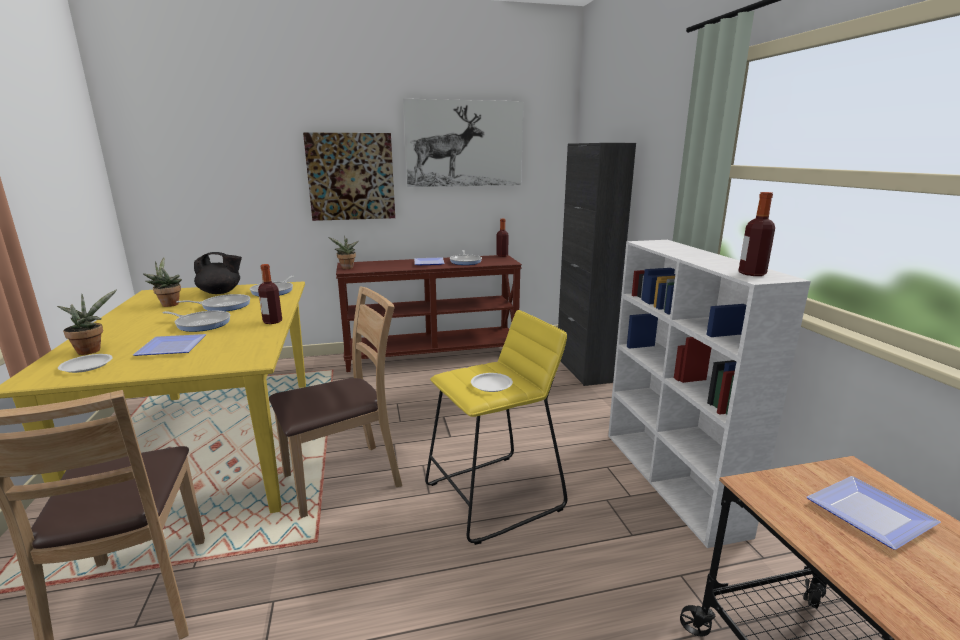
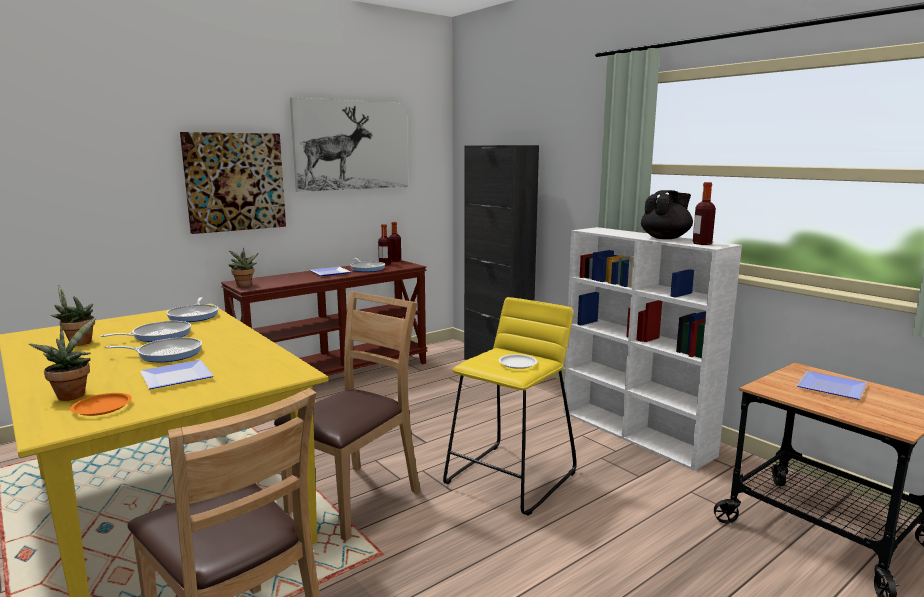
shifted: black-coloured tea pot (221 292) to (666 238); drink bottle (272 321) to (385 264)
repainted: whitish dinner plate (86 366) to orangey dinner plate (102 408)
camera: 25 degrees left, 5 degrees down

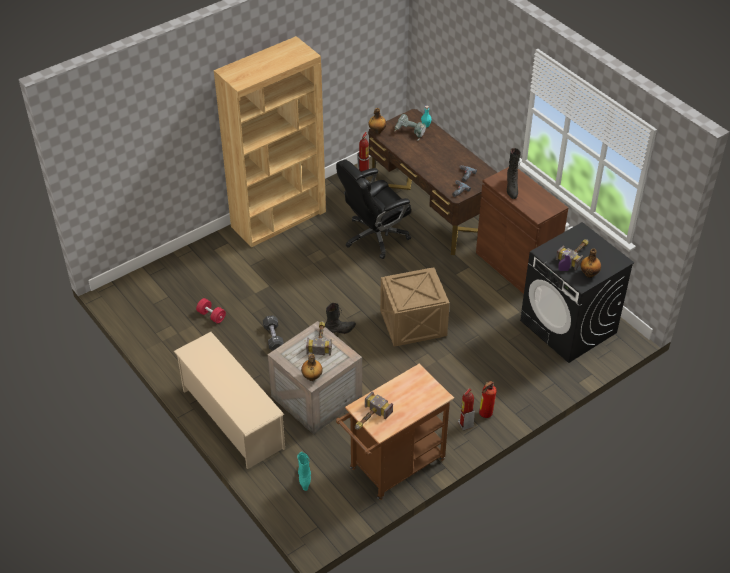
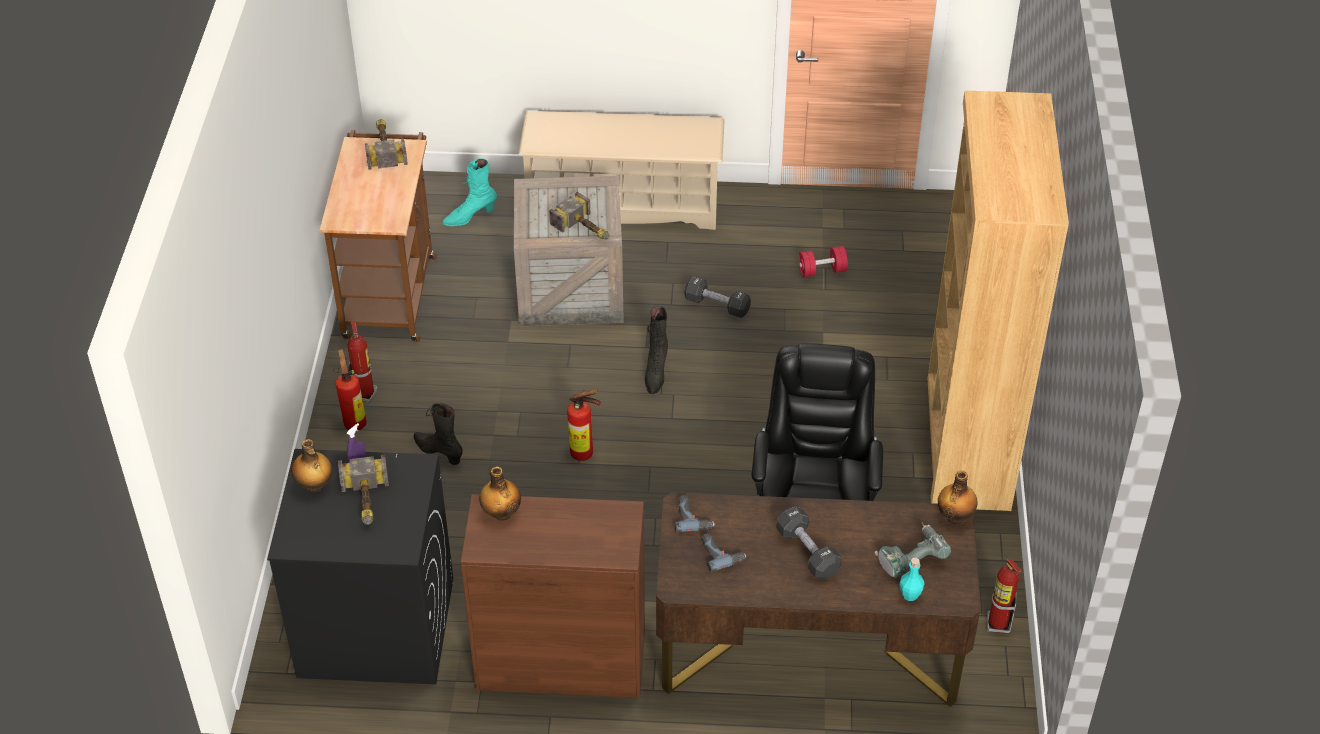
new: black-coloured dumbbell (807 552)
shifted: drink bottle (312 377) to (501 513); black-coloured high-top boot (511 188) to (438 452)
swapped: shipping crate (412 324) to extinguisher (585 454)
rotated: turquoise-coloured high-top boot (304 477) = (469 217) 120 degrees clockwise
camera: 130 degrees right, 0 degrees up

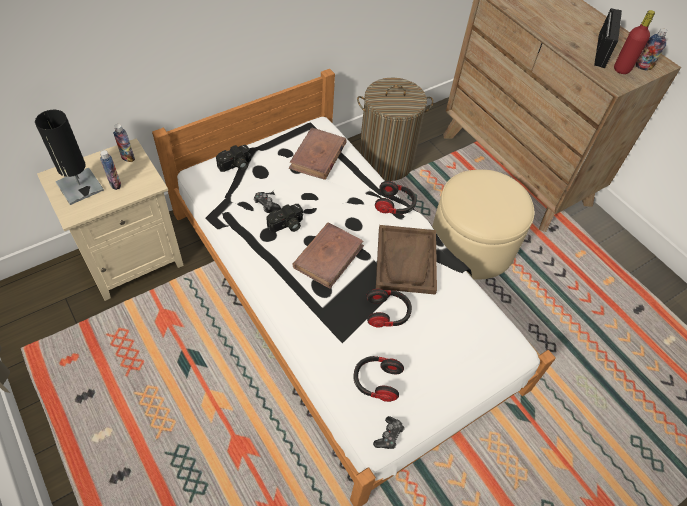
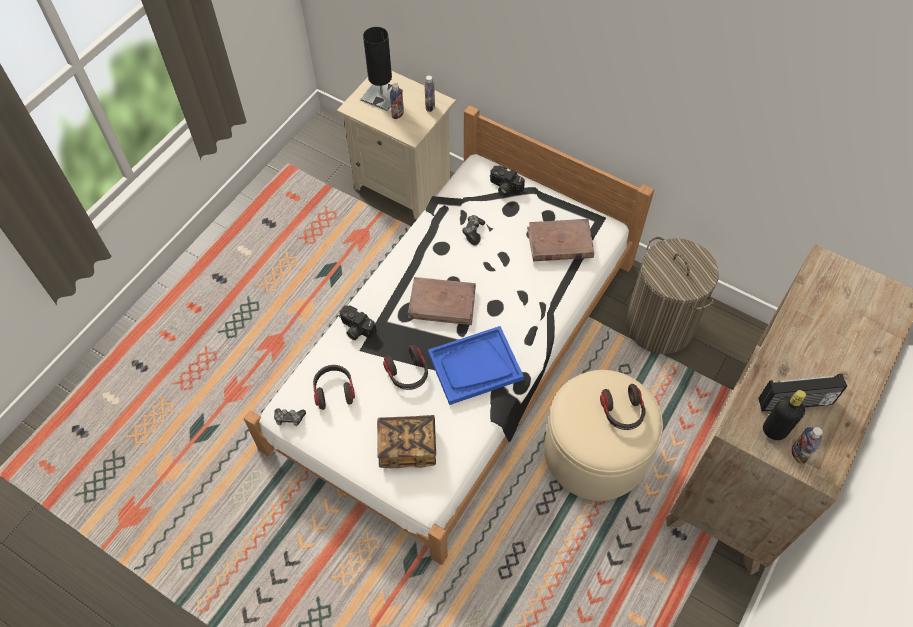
new: book (407 446)
shifted: still camera (286 226) to (356 329); headphones (395 205) to (622 412)
repainted: brownish carrying tray (406 261) to blue-coloured carrying tray (475 366); reddish drink bottle (621 69) to black-coloured drink bottle (774 430)
camera: 70 degrees right, 5 degrees up

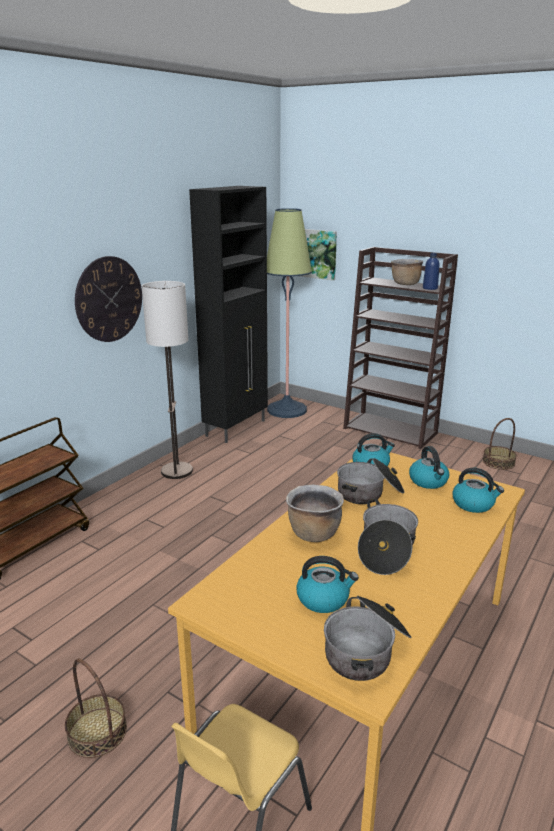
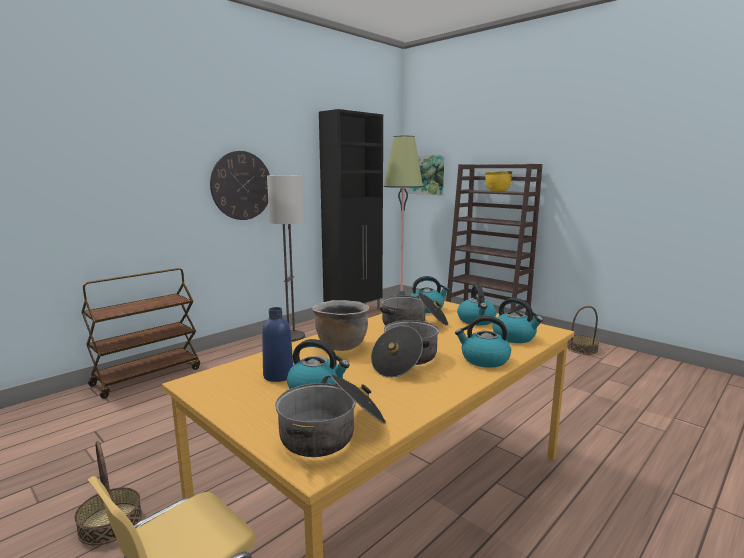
new: tea kettle (484 360)
shifted: blue-coloured drink bottle (430 288) to (278 375)
repainted: brownish cooking pot (405 284) to yellow-coloured cooking pot (497 191)
camera: 10 degrees right, 10 degrees down

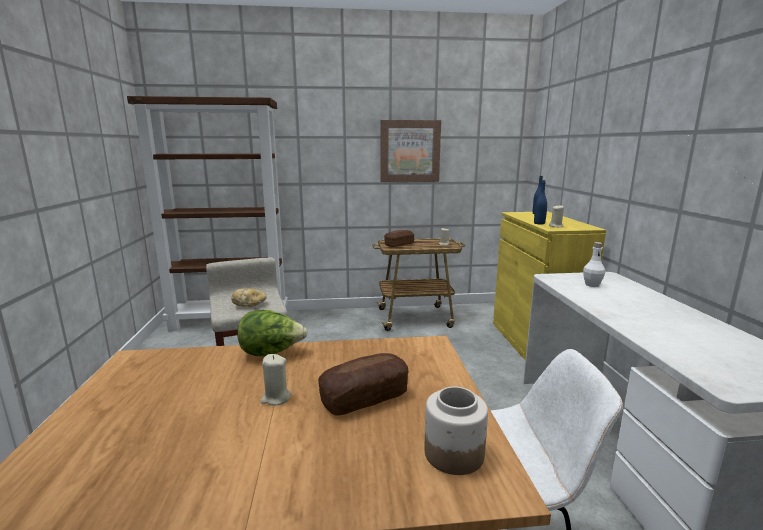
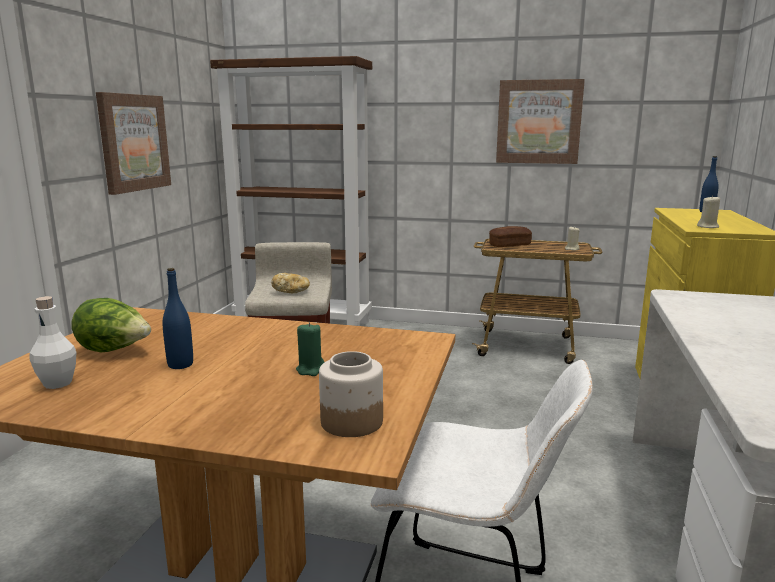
gone: sand-coloured wax light (276 398)
new: wall picture (133 142)
shifted: lettuce head (271 353) to (115 351); blue-coloured drink bottle (539 223) to (180 365); whitish drink bottle (592 285) to (57 383)
swapped: bread (364 398) to green-coloured wax light (311 370)
camera: 20 degrees right, 0 degrees up

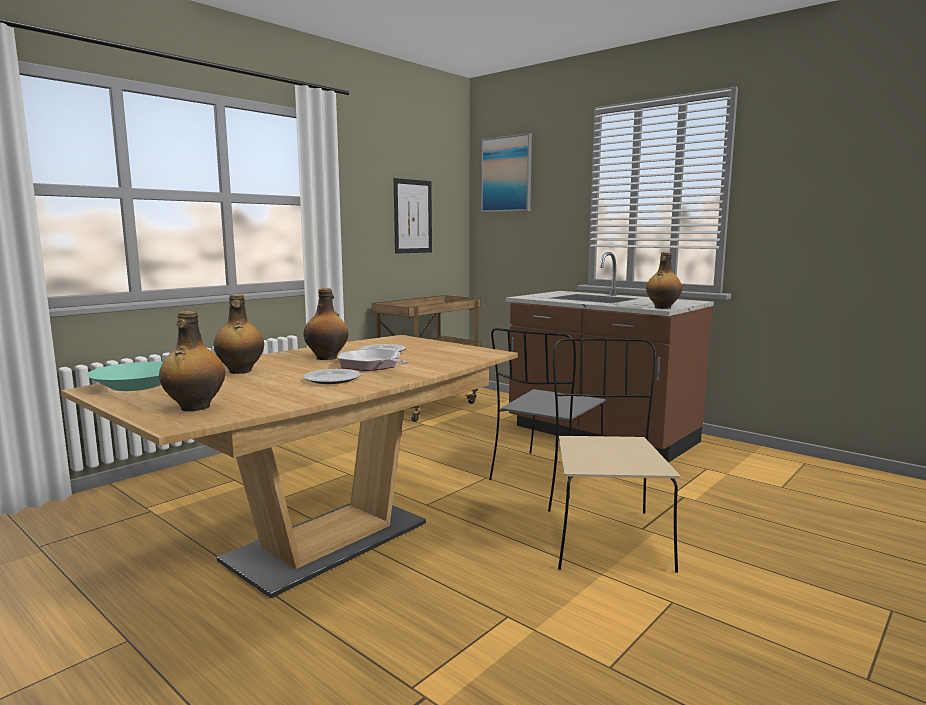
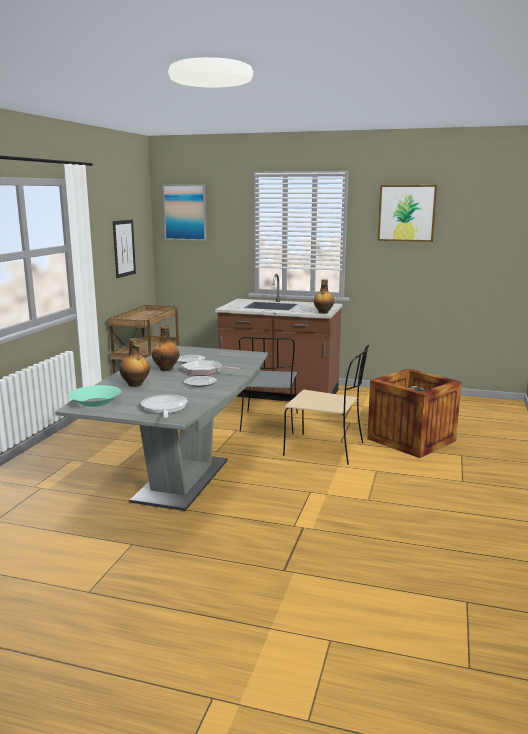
new: shipping crate (411 440); wall picture (406 213)
swapped: drink bottle (194 407) to pan (164 409)
repainted: brownish kitchen table (327 542) to gray kitchen table (182 480)
rotated: sand-coloured upright chair (605 537) = (326 449) 135 degrees clockwise
camera: 25 degrees left, 5 degrees up

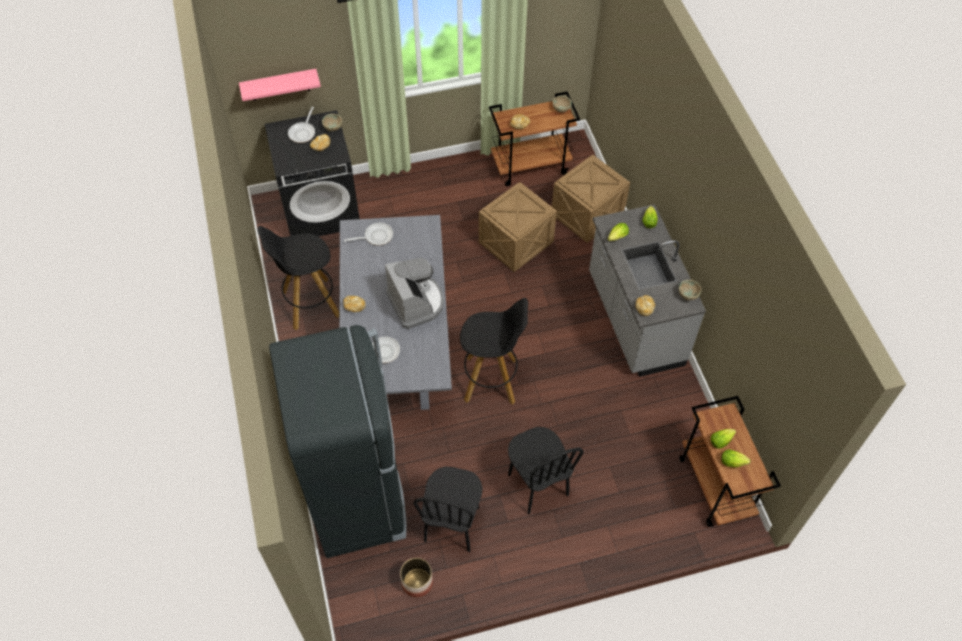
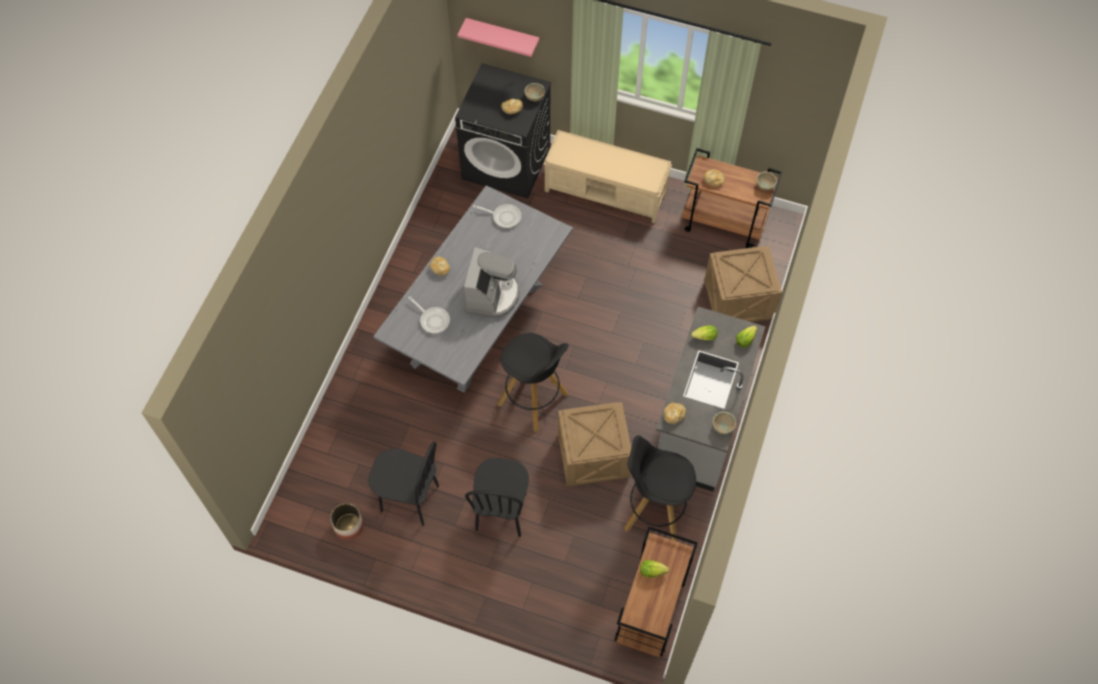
gone: black-coloured kitchen fridge (358 498); pan (303 132); lettuce head (734 462)
new: sand-coloured long seat (606 192)
shifted: black-coloured sitting stool (309 304) to (654 510); shipping crate (515 243) to (592 456)
rotated: black-coloured upright chair (452 524) = (409 499) 120 degrees counterclockwise
camera: 35 degrees right, 5 degrees up

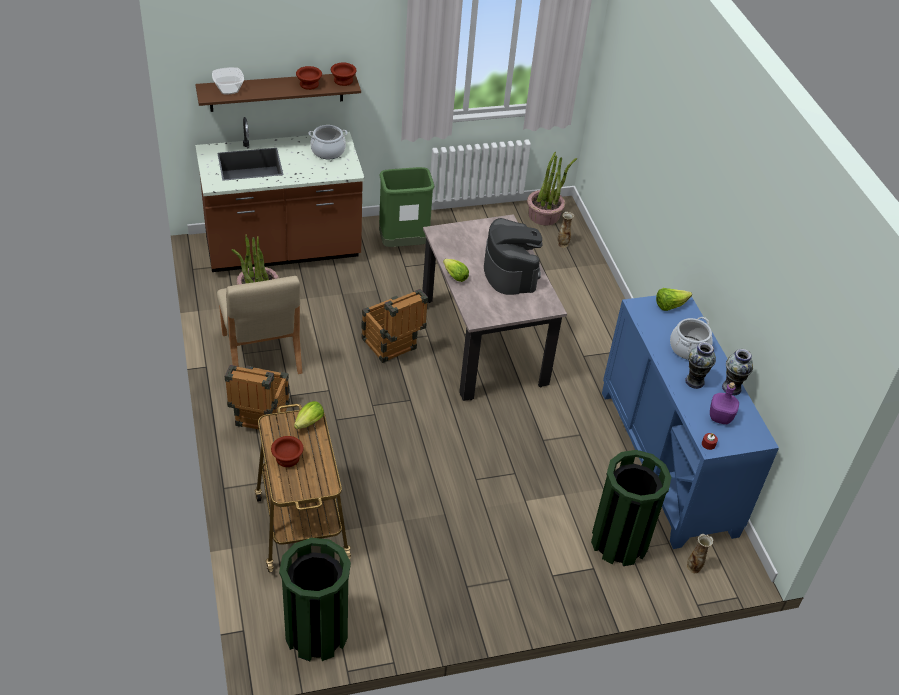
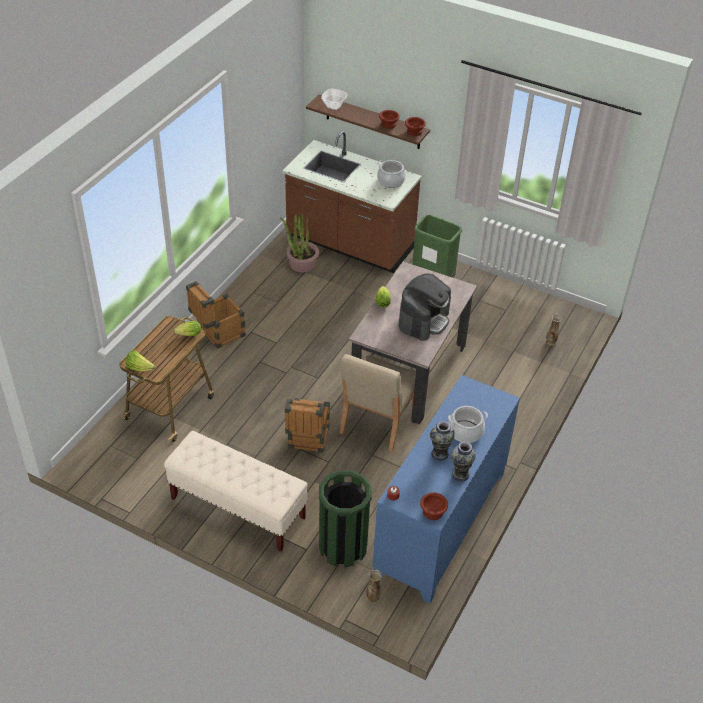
gone: green-coloured trash can (316 633); plant in a pot (544 215); purple drink bottle (719 417)
new: sand-coloured long seat (237 508)
shifted: sand-coloured upright chair (261 354) to (377 421); brownish deep dish (288 457) to (433 511); shipping crate (392 348) to (307 441); lettuce head (670 305) to (140 368)
camera: 45 degrees right, 0 degrees up

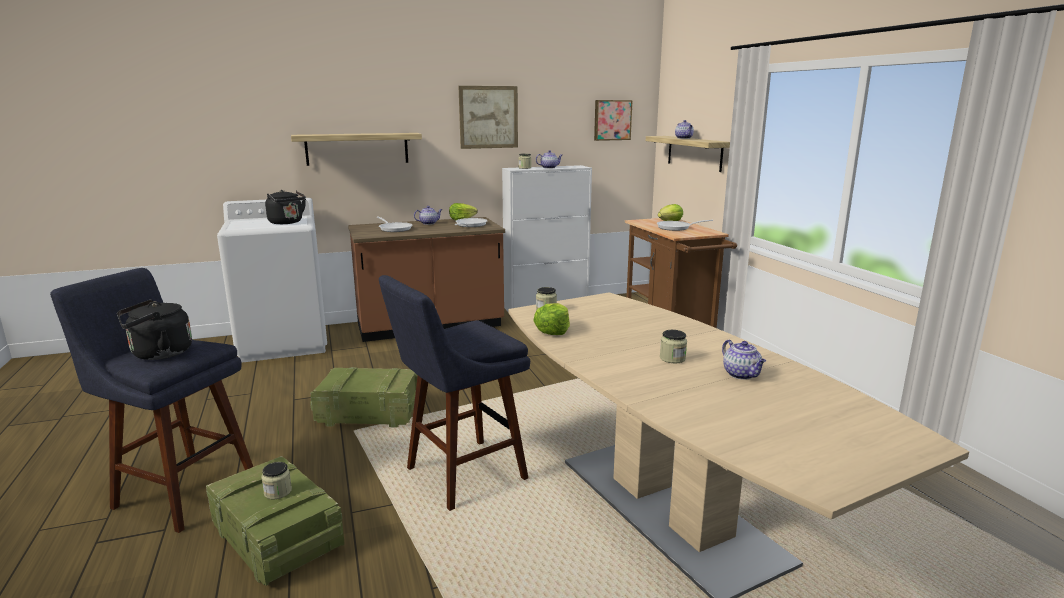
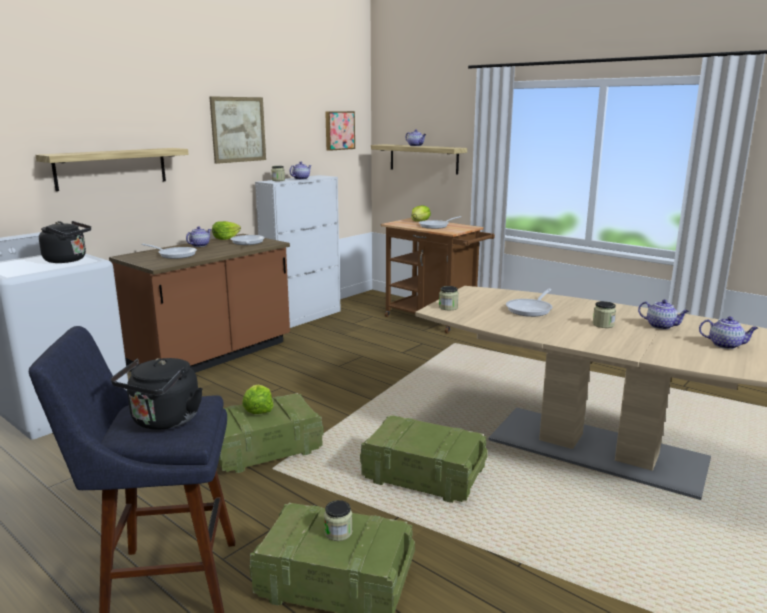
new: pan (531 309); tea pot (725 345)
shifted: lettuce head (553 331) to (258 409)
swapped: blue-coloured sitting stool (459 476) to shipping crate (421 476)
camera: 30 degrees left, 0 degrees up

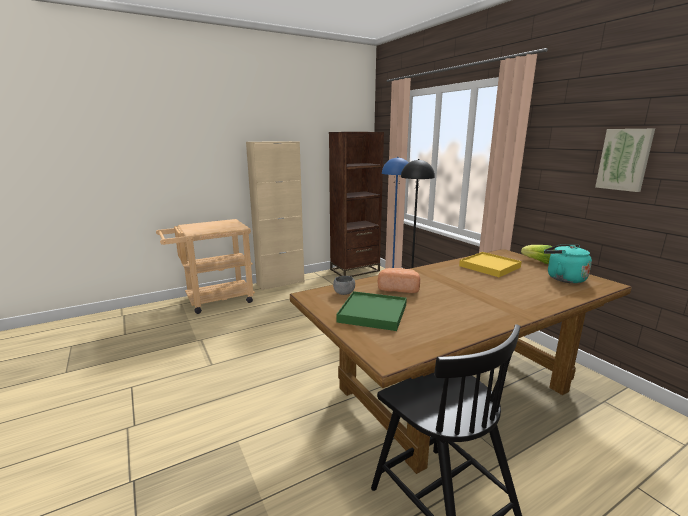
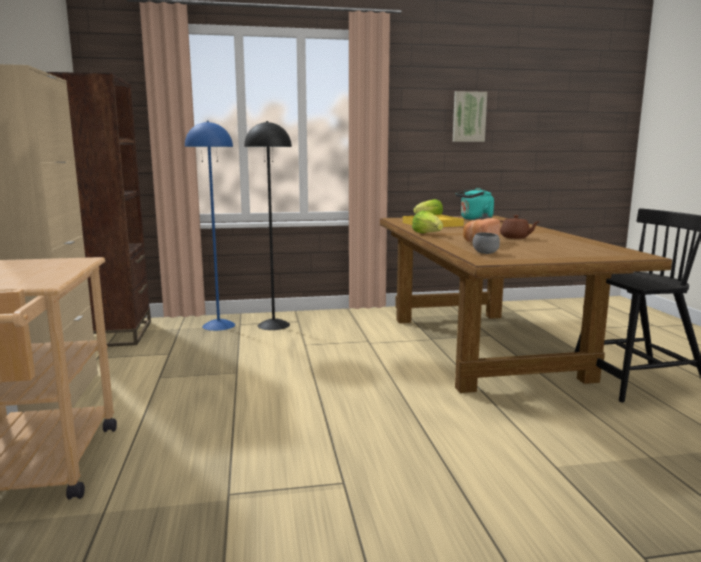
gone: green-coloured carrying tray (373 313)
new: lettuce head (427 234); brownish tea pot (515 237)
camera: 70 degrees left, 5 degrees down

